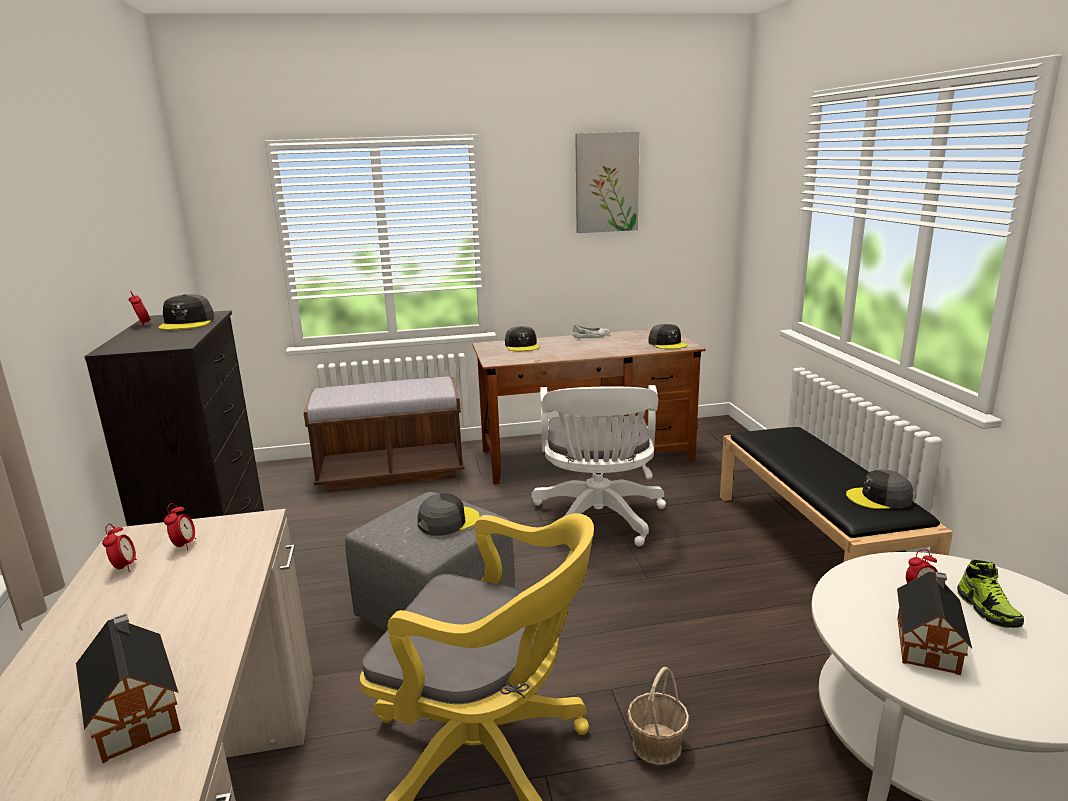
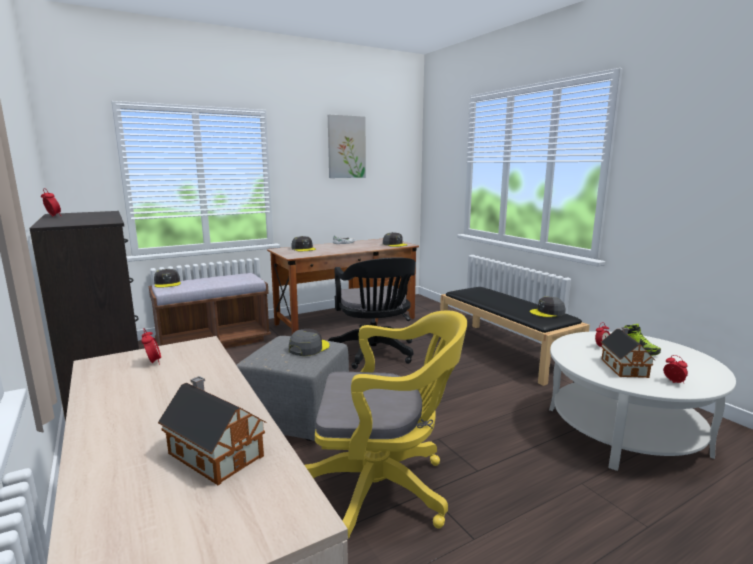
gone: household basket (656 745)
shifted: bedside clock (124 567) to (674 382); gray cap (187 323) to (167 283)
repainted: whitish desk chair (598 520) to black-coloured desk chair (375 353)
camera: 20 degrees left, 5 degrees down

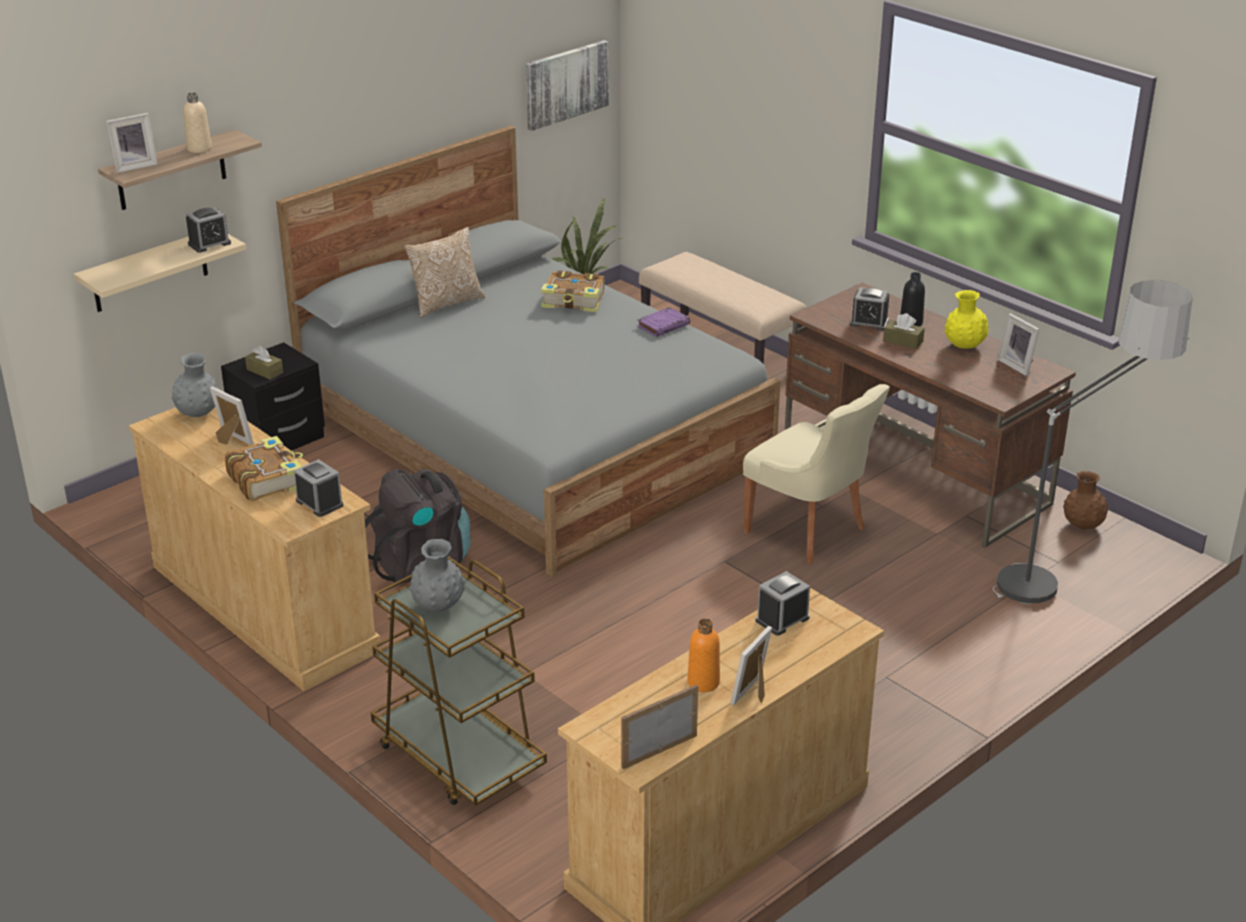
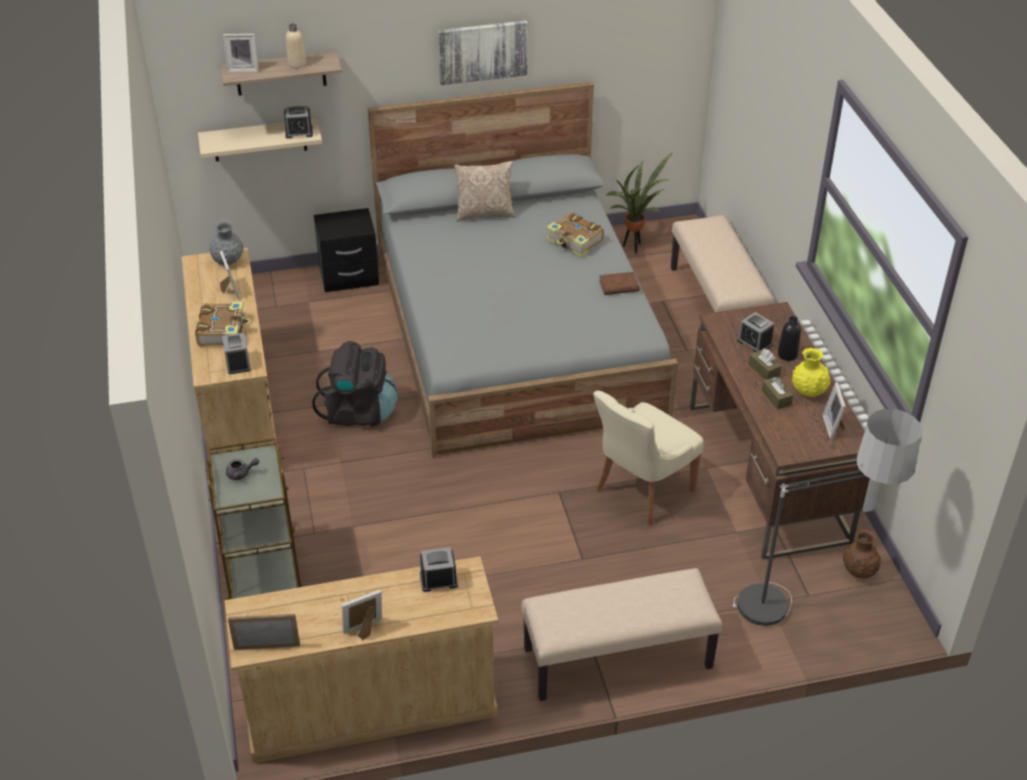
gone: orangey drink bottle (703 682)
new: sand-coloured long seat (617 659)
shifted: brownish tissue holder (265 371) to (776 397); wall picture (566 84) to (482 51)
swapped: gray decorative vase (438 606) to gray tea pot (241 473)
repainted: purple book (663 325) to brownish book (619 286)
rotated: sand-coloured upright chair (809 531) = (641 491) 60 degrees clockwise
camera: 30 degrees right, 10 degrees up

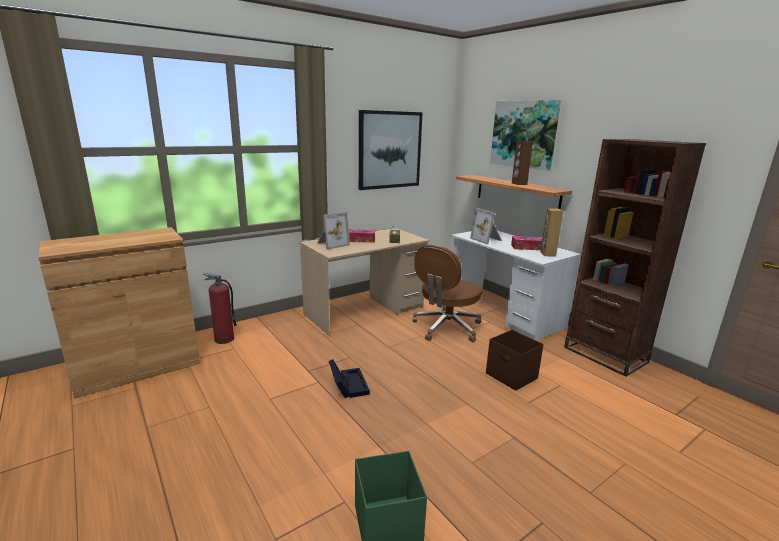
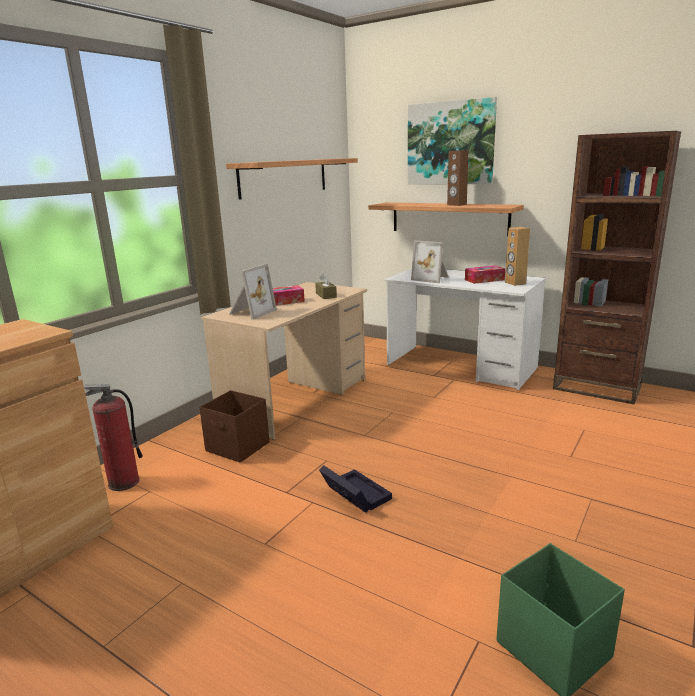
gone: brownish desk chair (446 328)
shifted: brownish storage bin (511 376) to (238 447)
swapped: wall picture (390 150) to wall shelf (284 177)
camera: 20 degrees left, 0 degrees up

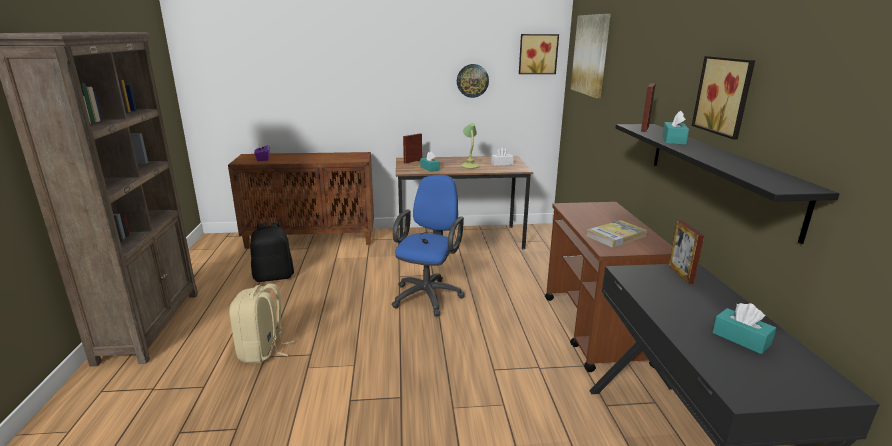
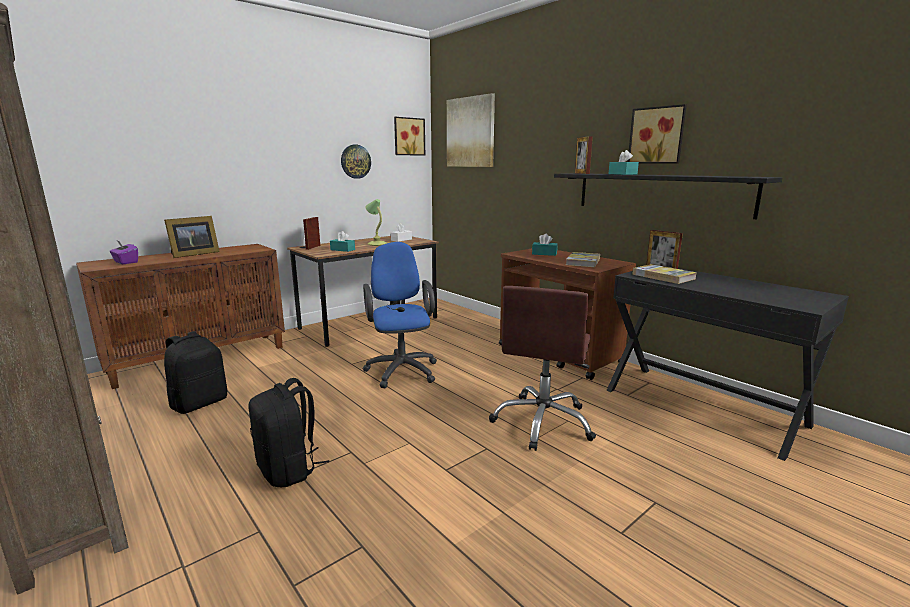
new: picture frame (193 254); brownish desk chair (543 422); book (663 276)
shifted: turquoise-coloured tissue holder (741 338) to (544 254)
repainted: sand-coloured knapsack (262 351) to black-coloured knapsack (289 470)
camera: 35 degrees left, 5 degrees down

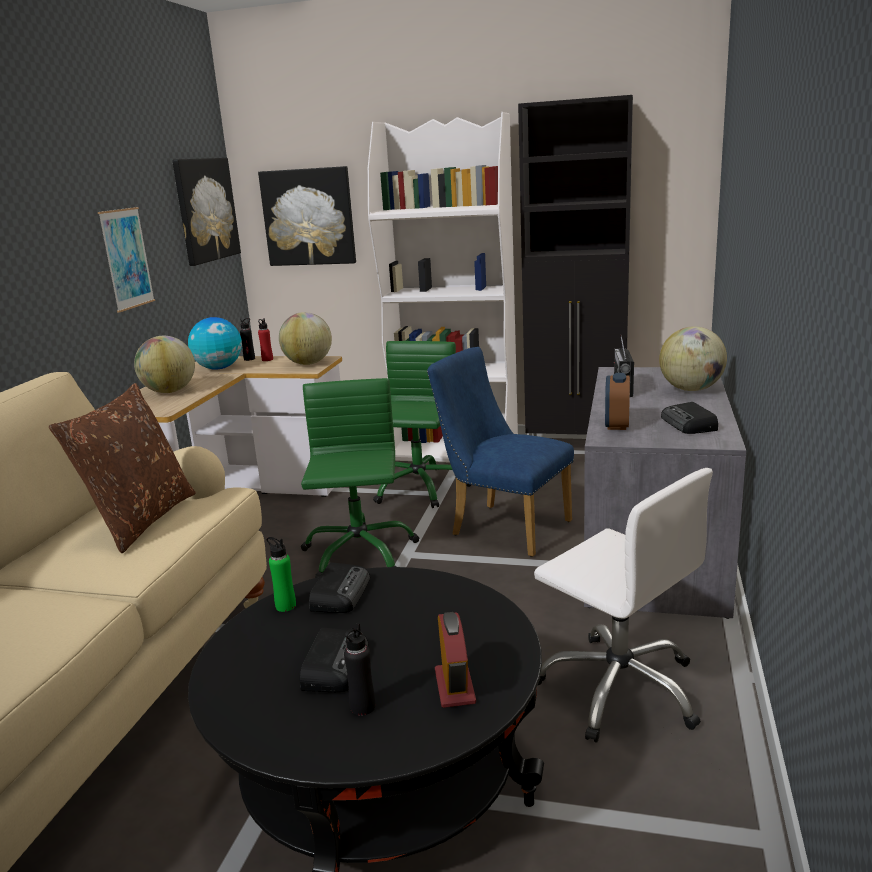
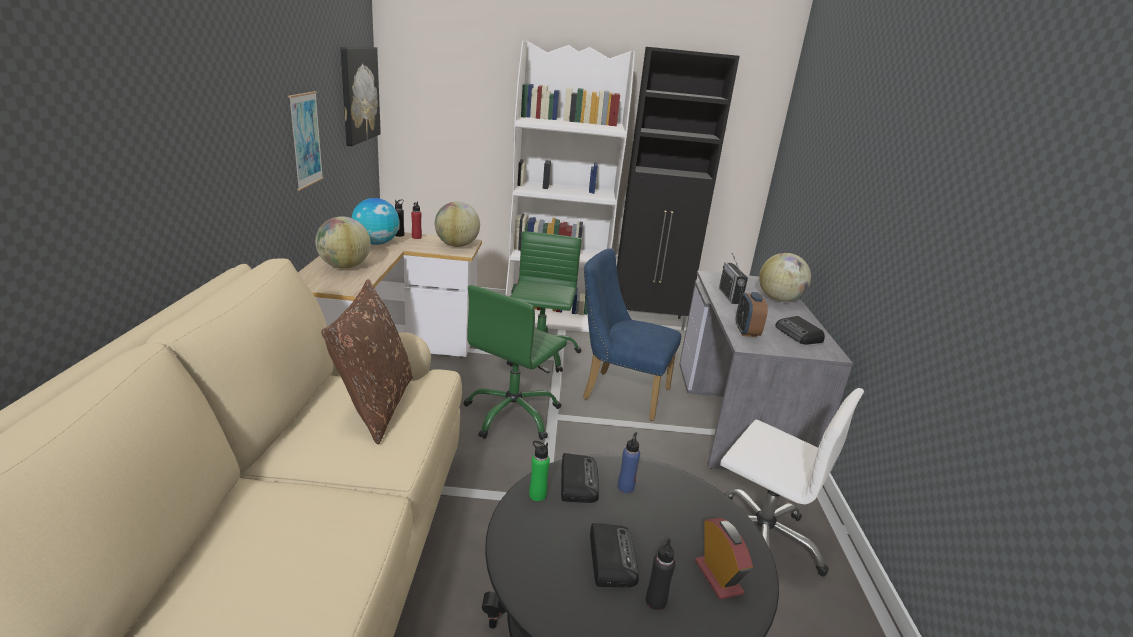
gone: wall picture (309 217)
new: blue-coloured drink bottle (625 487)
rotated: green-coloured desk chair (359 553) = (512 414) 135 degrees counterclockwise
camera: 15 degrees left, 5 degrees up

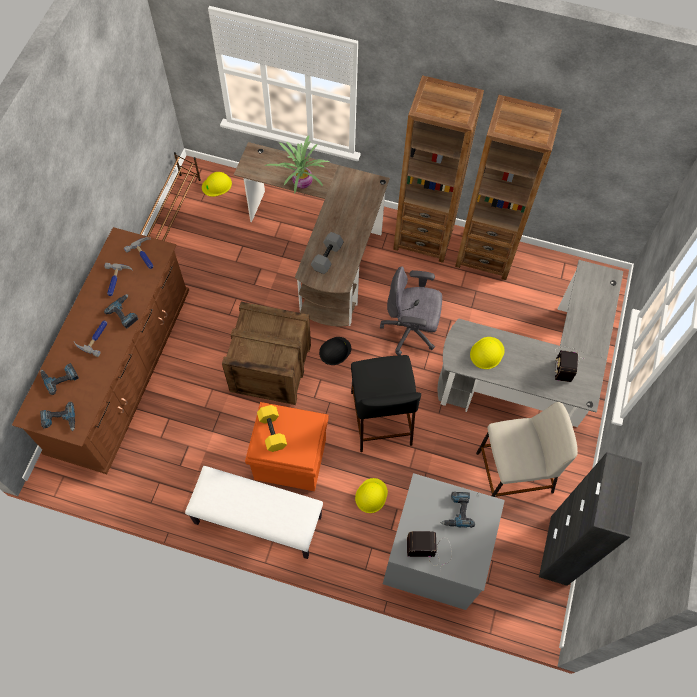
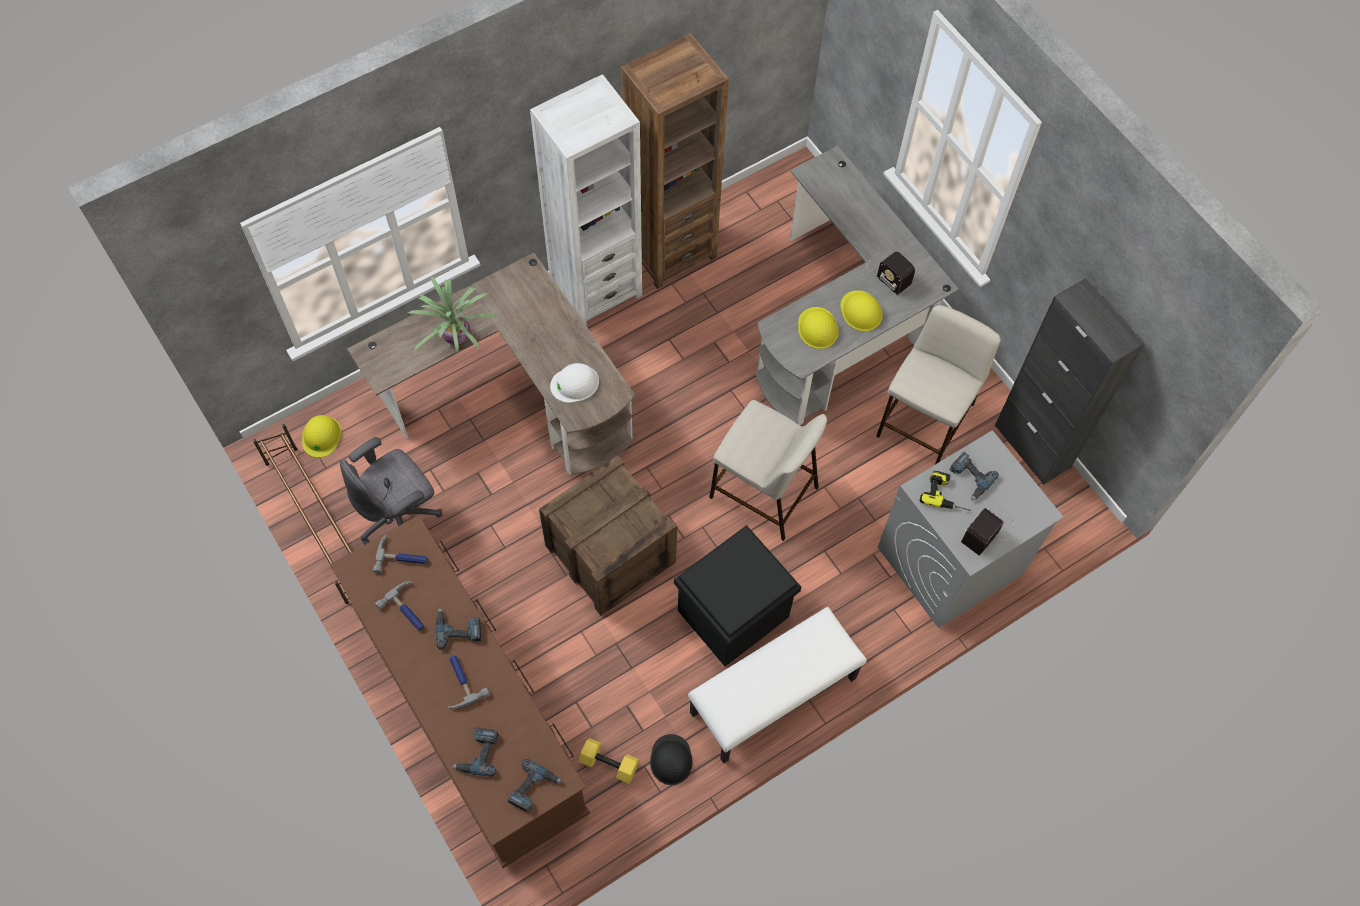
new: drill (947 494)
shifted: yellow-coloured dumbbell (273 431) to (610 763); black-coloured safety helmet (335 351) to (671 760); yellow-coloured safety helmet (371 495) to (861 311); gray desk chair (410 331) to (400 517)
swapped: gray dumbbell (327 258) to whitish safety helmet (575 383)
repainted: orangey storage bin (289 459) to black-coloured storage bin (732 615); black-coloured sitting stool (380 417) to sand-coloured sitting stool (762 492); brownish shelving unit (423 238) to whitish shelving unit (596 290)
camera: 50 degrees left, 0 degrees up

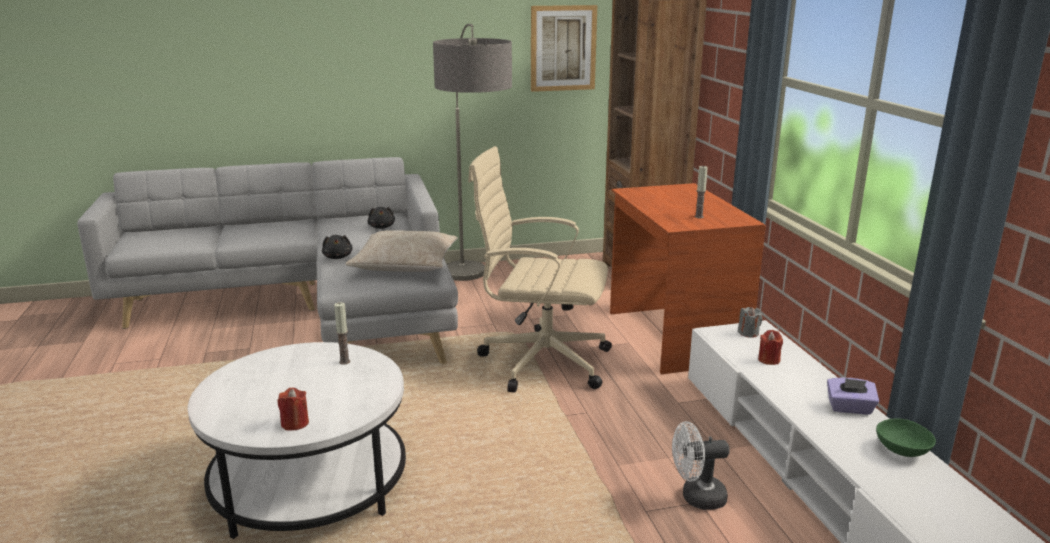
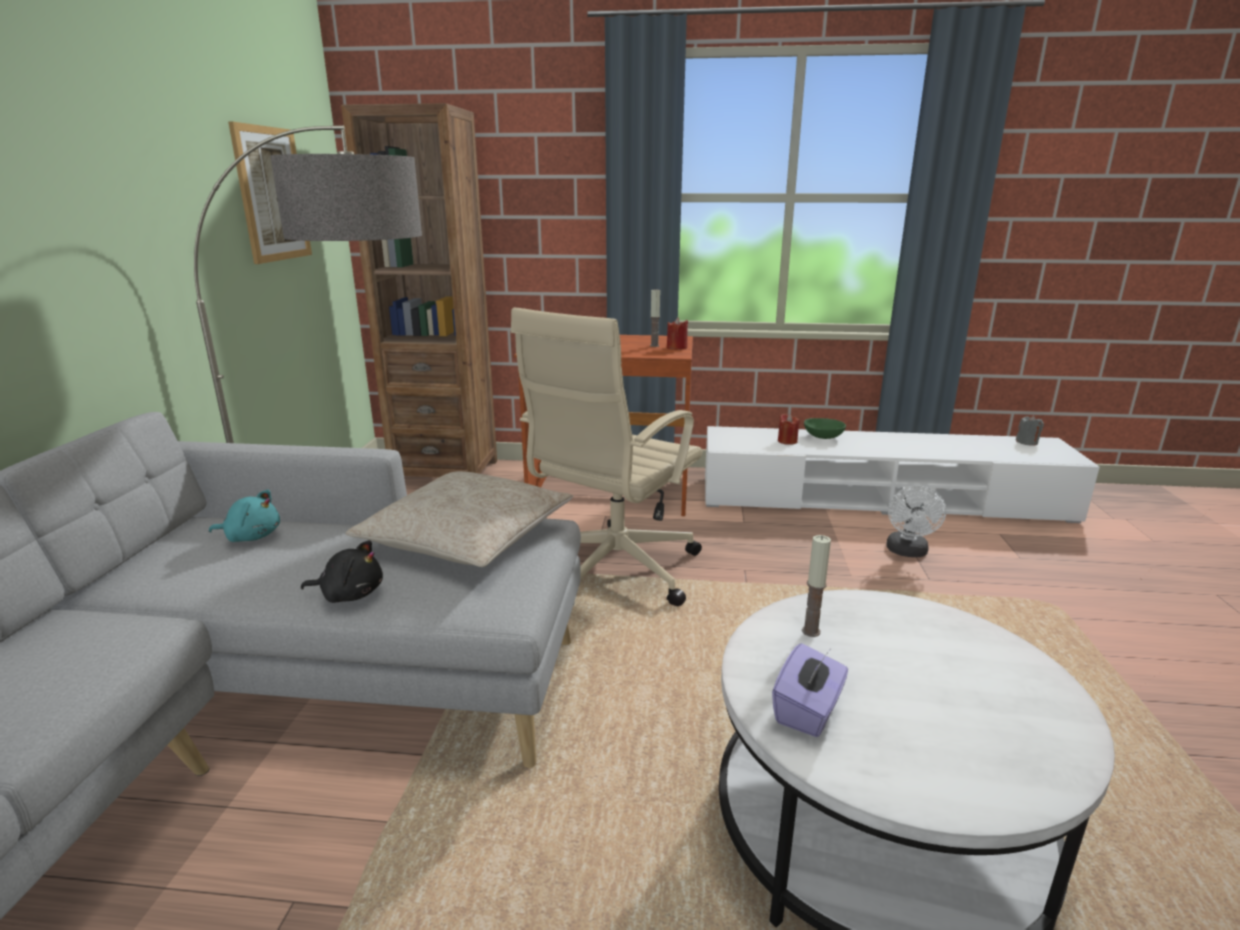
shifted: reddish wax light (295 423) to (677 348); gray wax light (748 333) to (1027 442); purple tissue holder (850 408) to (808 711); green-coloured deep dish (901 450) to (823 437)
repainted: black-coloured soft toy (381 227) to turquoise-coloured soft toy (251 537)
camera: 70 degrees left, 0 degrees up

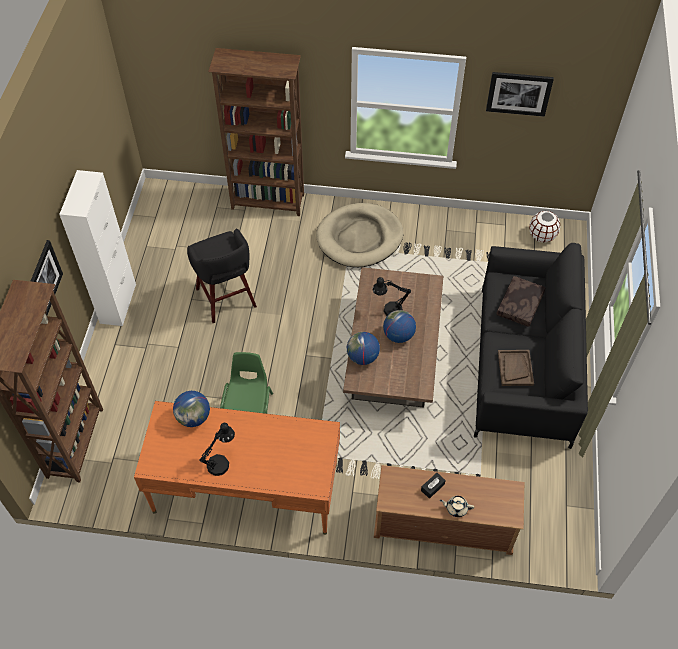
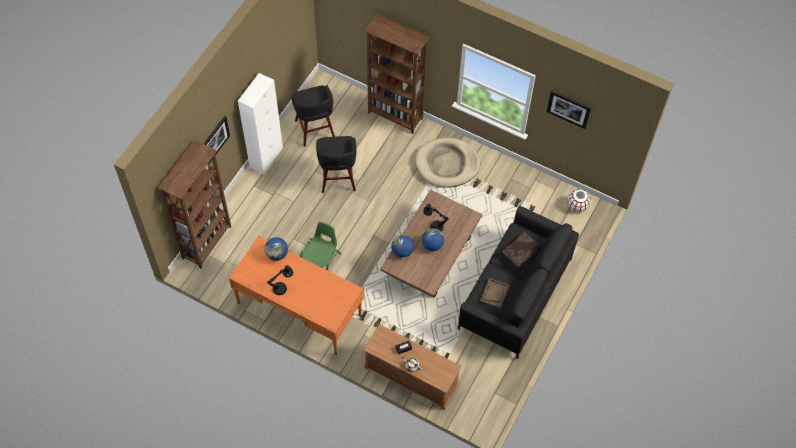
new: black-coloured sitting stool (315 130)
camera: 20 degrees right, 5 degrees up

